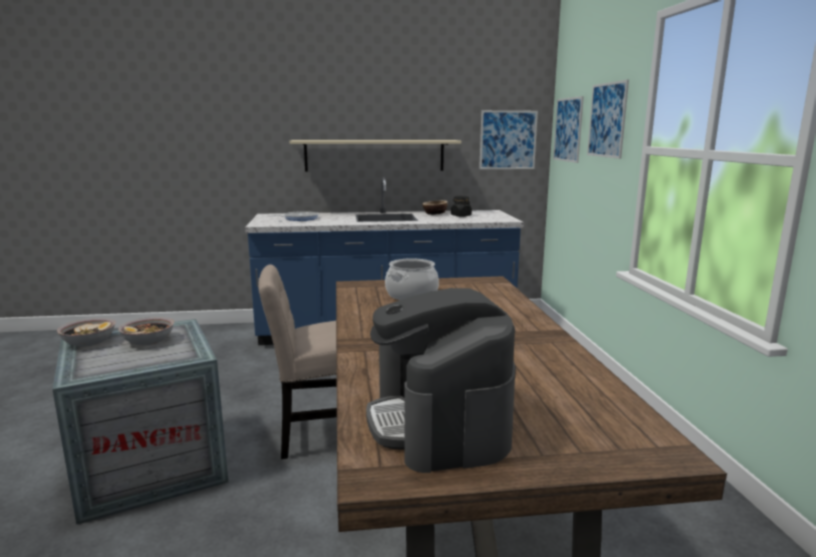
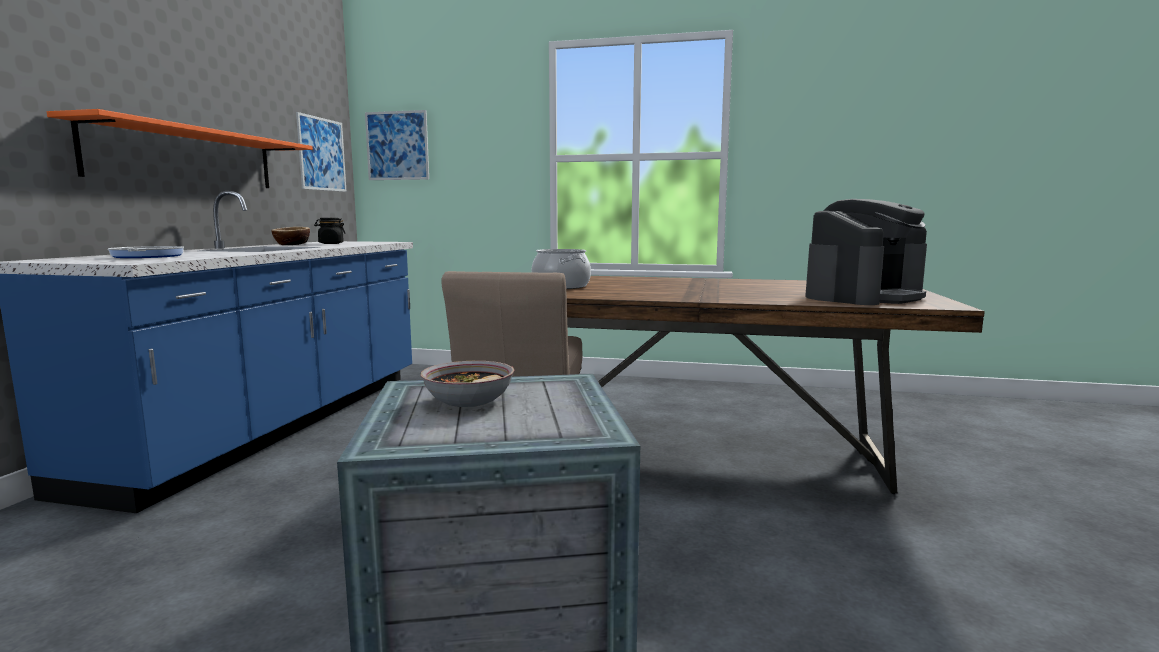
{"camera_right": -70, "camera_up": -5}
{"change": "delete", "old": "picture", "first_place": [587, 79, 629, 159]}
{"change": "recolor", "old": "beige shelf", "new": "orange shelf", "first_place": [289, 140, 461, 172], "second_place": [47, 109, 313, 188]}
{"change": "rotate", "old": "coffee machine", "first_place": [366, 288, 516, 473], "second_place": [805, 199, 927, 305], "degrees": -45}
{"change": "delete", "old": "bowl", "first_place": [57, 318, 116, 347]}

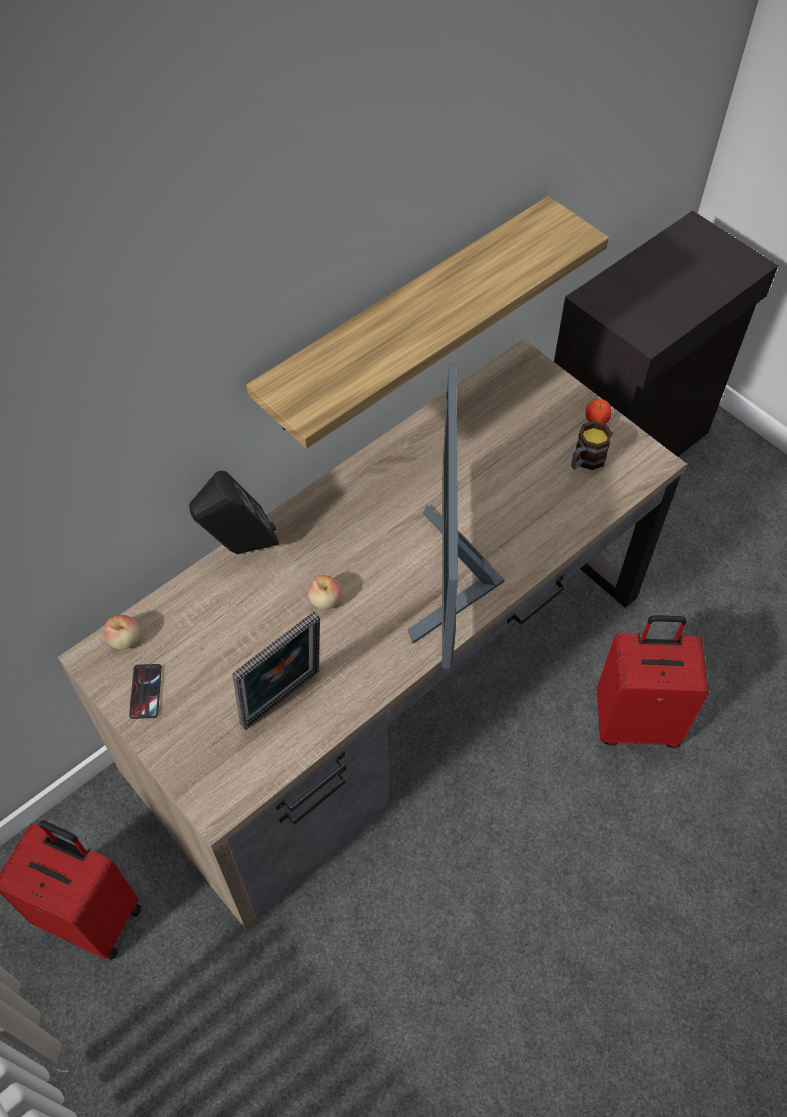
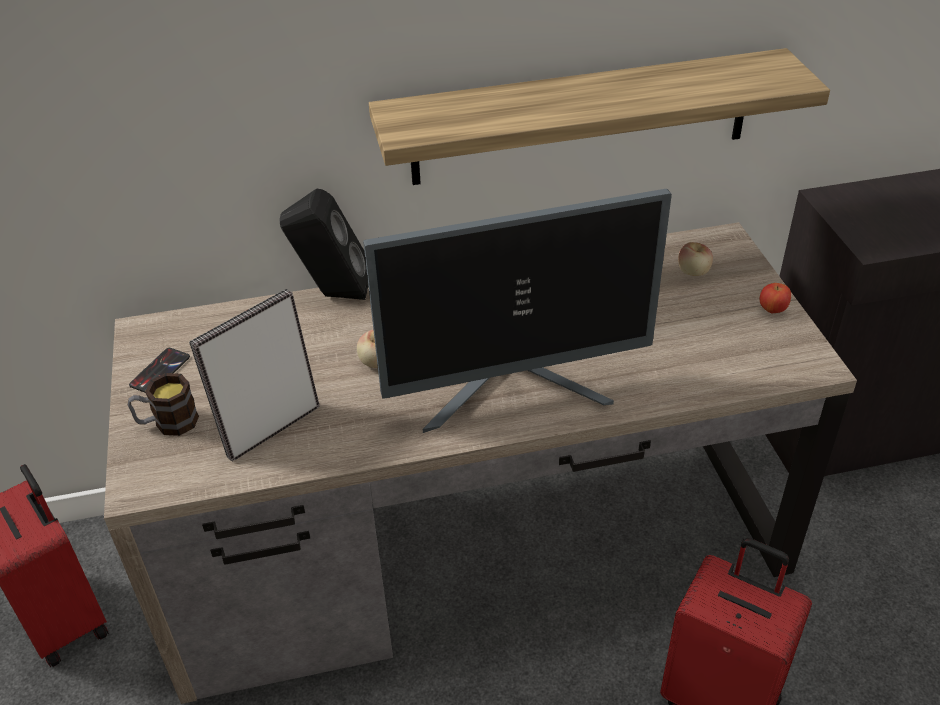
{"camera_right": 30, "camera_up": -15}
{"change": "rotate", "old": "monitor", "first_place": [408, 364, 504, 668], "second_place": [363, 189, 672, 433], "degrees": -135}
{"change": "move", "old": "mug", "first_place": [571, 420, 613, 470], "second_place": [128, 373, 199, 436]}
{"change": "rotate", "old": "picture frame", "first_place": [232, 612, 320, 730], "second_place": [189, 289, 320, 461], "degrees": 150}
{"change": "move", "old": "apple", "first_place": [104, 615, 140, 650], "second_place": [678, 242, 713, 276]}

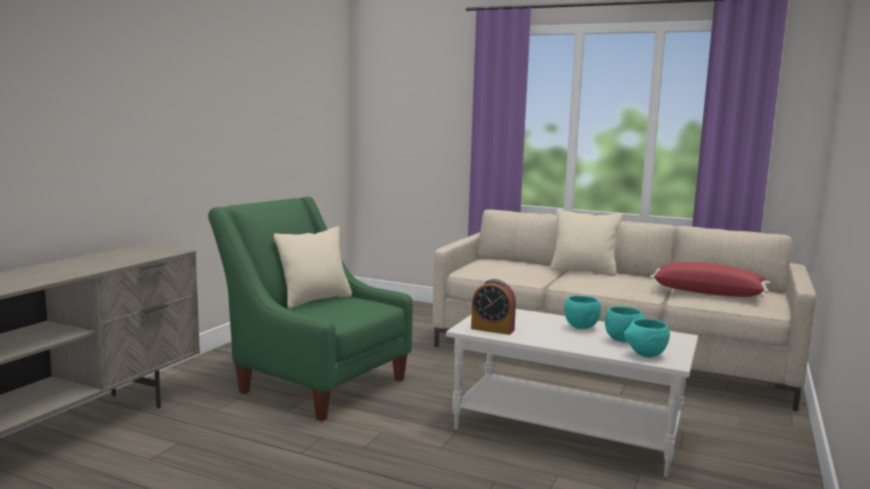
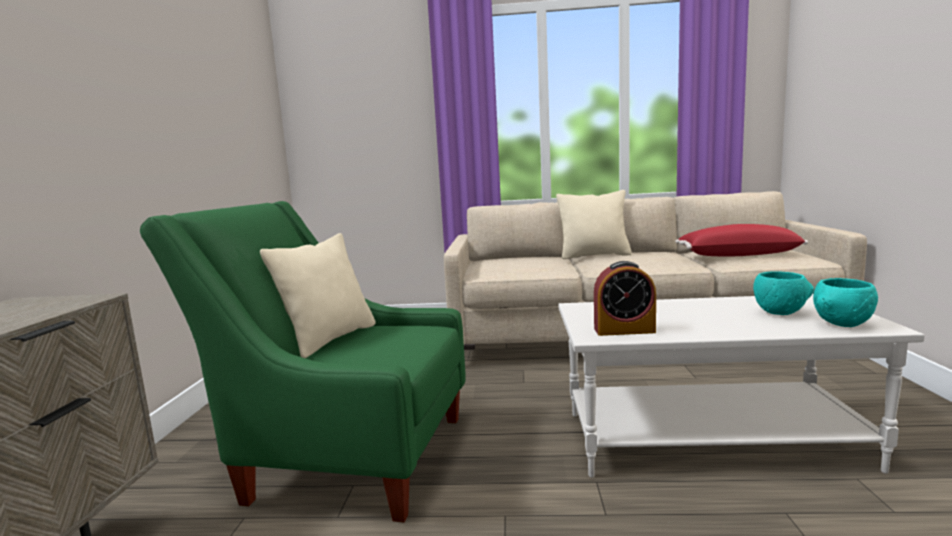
{"camera_right": -20, "camera_up": 0}
{"change": "delete", "old": "turquoise bowl", "first_place": [564, 296, 601, 329]}

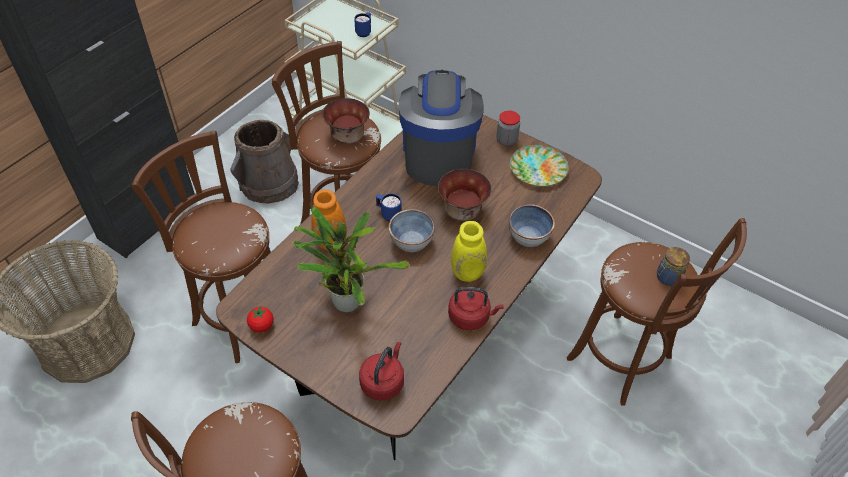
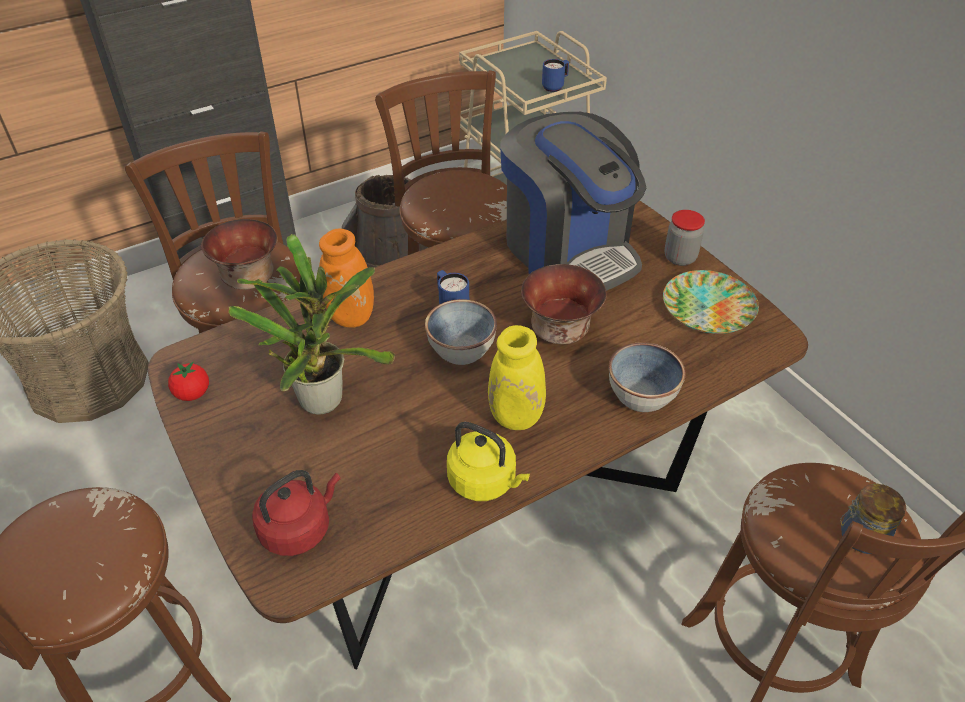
{"camera_right": 25, "camera_up": -5}
{"change": "rotate", "old": "coffee machine", "first_place": [399, 70, 484, 186], "second_place": [500, 112, 646, 291], "degrees": 120}
{"change": "move", "old": "bowl", "first_place": [322, 98, 370, 144], "second_place": [201, 219, 278, 290]}
{"change": "recolor", "old": "red kettle", "new": "yellow kettle", "first_place": [448, 287, 504, 330], "second_place": [447, 422, 530, 501]}

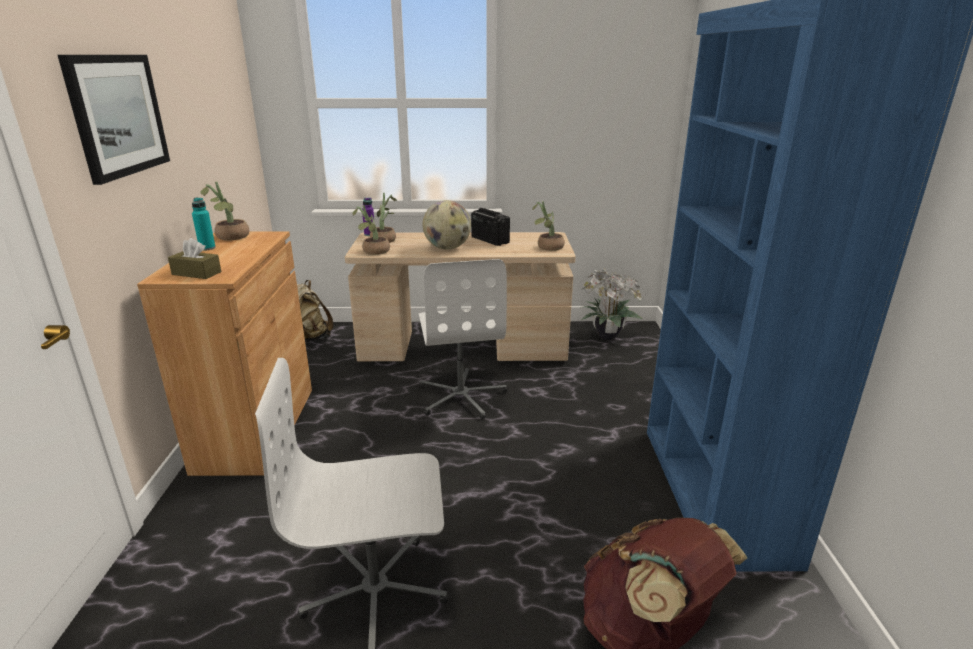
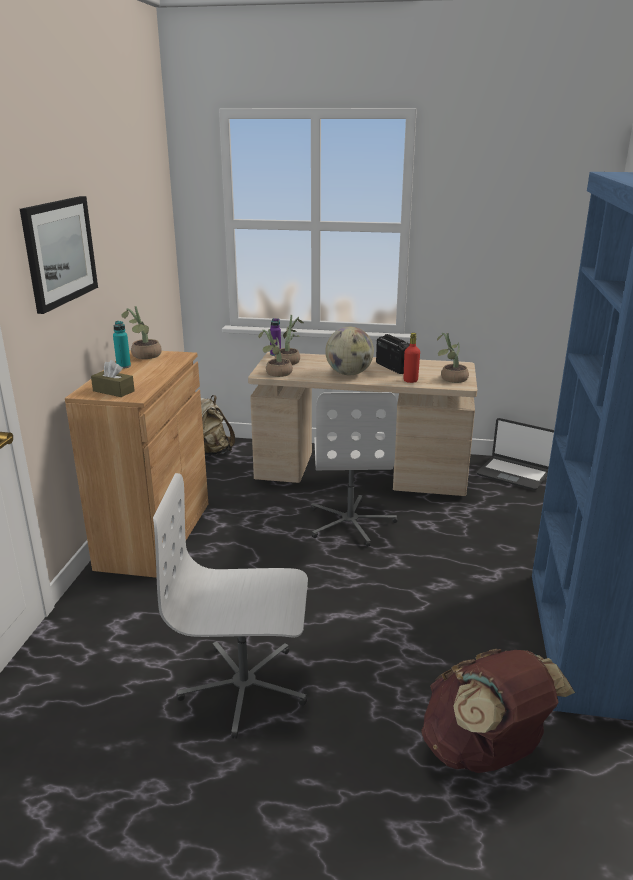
{"camera_right": 10, "camera_up": 0}
{"change": "replace", "old": "potted plant", "new": "laptop", "first_place": [580, 269, 645, 340], "second_place": [477, 418, 554, 490]}
{"change": "insert", "new": "red bottle", "second_place": [403, 333, 420, 383]}

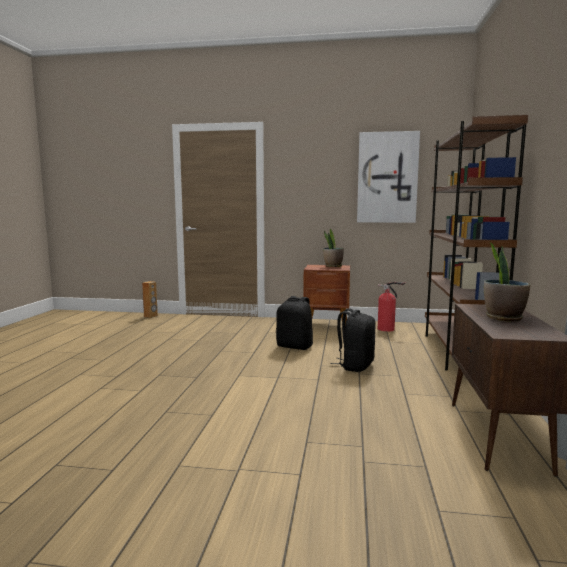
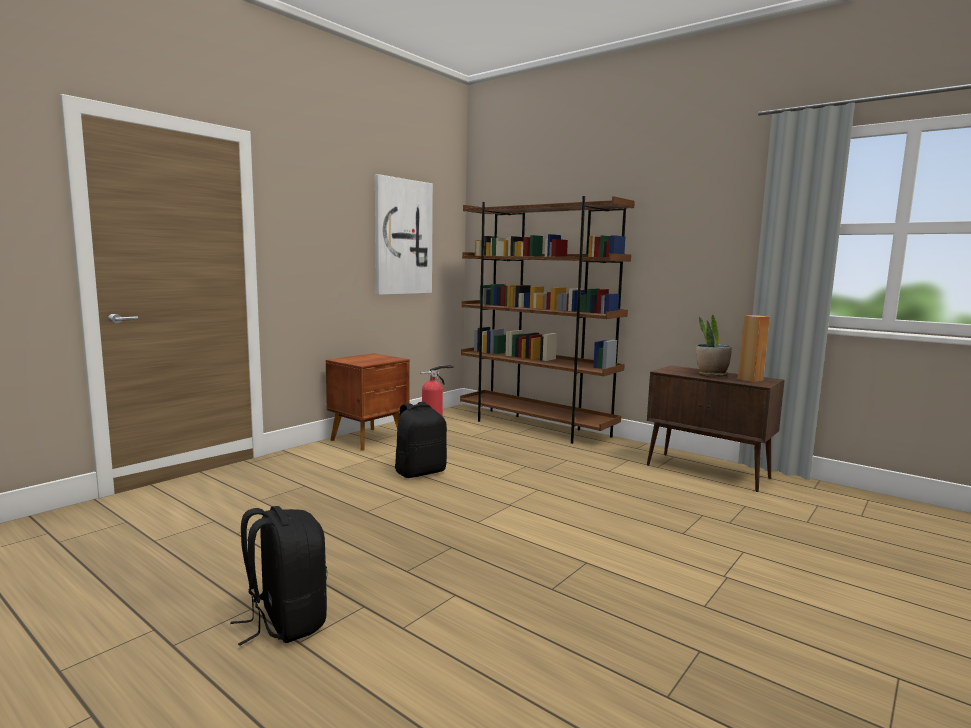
{"camera_right": -60, "camera_up": 0}
{"change": "delete", "old": "potted plant", "first_place": [323, 229, 344, 267]}
{"change": "move", "old": "brown speaker", "first_place": [142, 281, 158, 318], "second_place": [738, 315, 770, 382]}
{"change": "move", "old": "black backpack", "first_place": [330, 308, 376, 372], "second_place": [230, 506, 327, 646]}

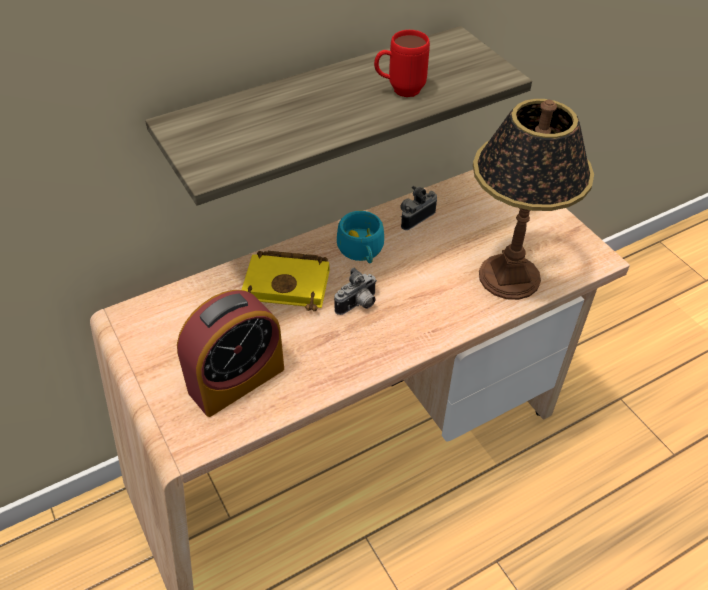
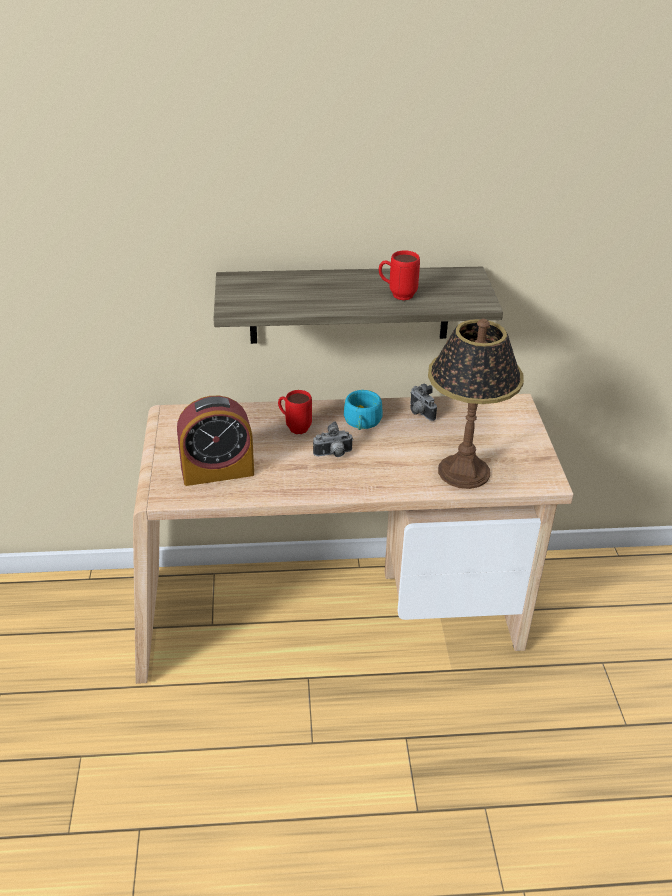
{"camera_right": 25, "camera_up": -10}
{"change": "rotate", "old": "photo camera", "first_place": [400, 186, 437, 230], "second_place": [410, 383, 437, 421], "degrees": -105}
{"change": "replace", "old": "yellow book", "new": "red mug", "first_place": [242, 251, 330, 311], "second_place": [278, 390, 312, 434]}

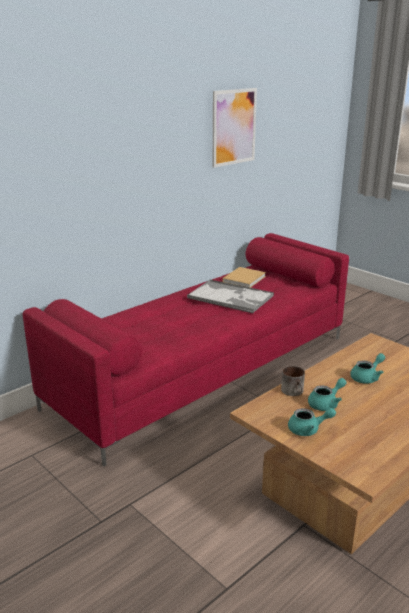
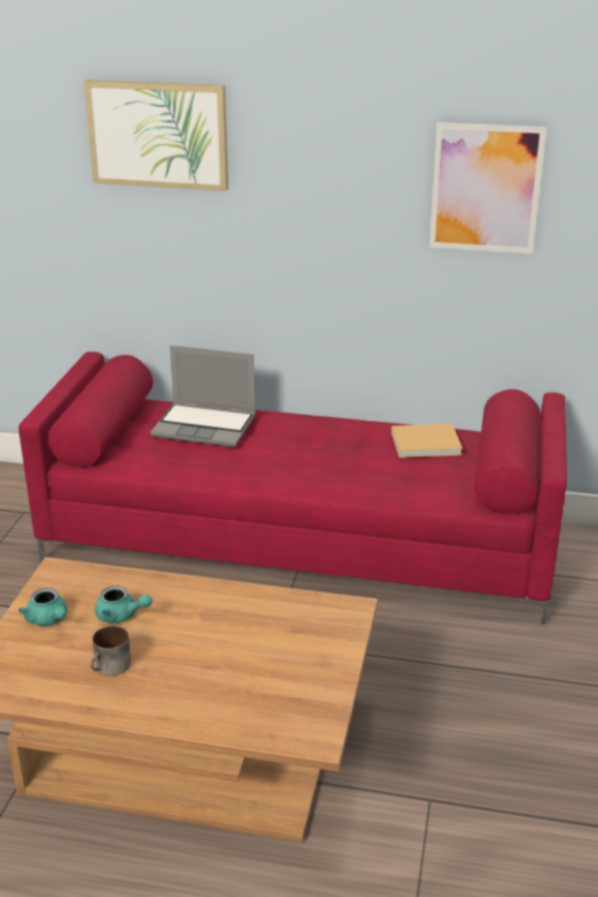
{"camera_right": 55, "camera_up": 5}
{"change": "delete", "old": "tray", "first_place": [187, 279, 274, 313]}
{"change": "delete", "old": "turquoise teapot", "first_place": [350, 353, 385, 384]}
{"change": "move", "old": "mug", "first_place": [281, 366, 305, 396], "second_place": [90, 626, 131, 676]}
{"change": "insert", "new": "picture", "second_place": [84, 80, 228, 191]}
{"change": "insert", "new": "laptop", "second_place": [151, 345, 256, 447]}

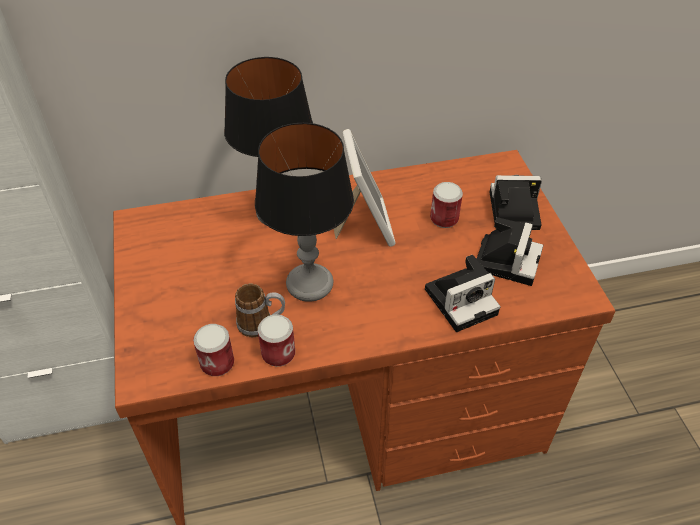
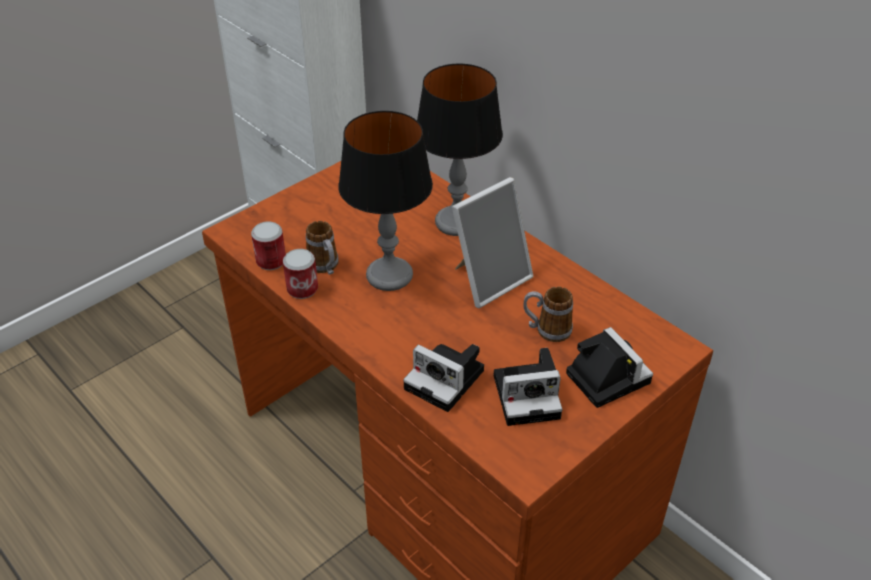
{"camera_right": 60, "camera_up": -5}
{"change": "replace", "old": "can", "new": "mug", "first_place": [430, 182, 463, 228], "second_place": [524, 286, 573, 342]}

